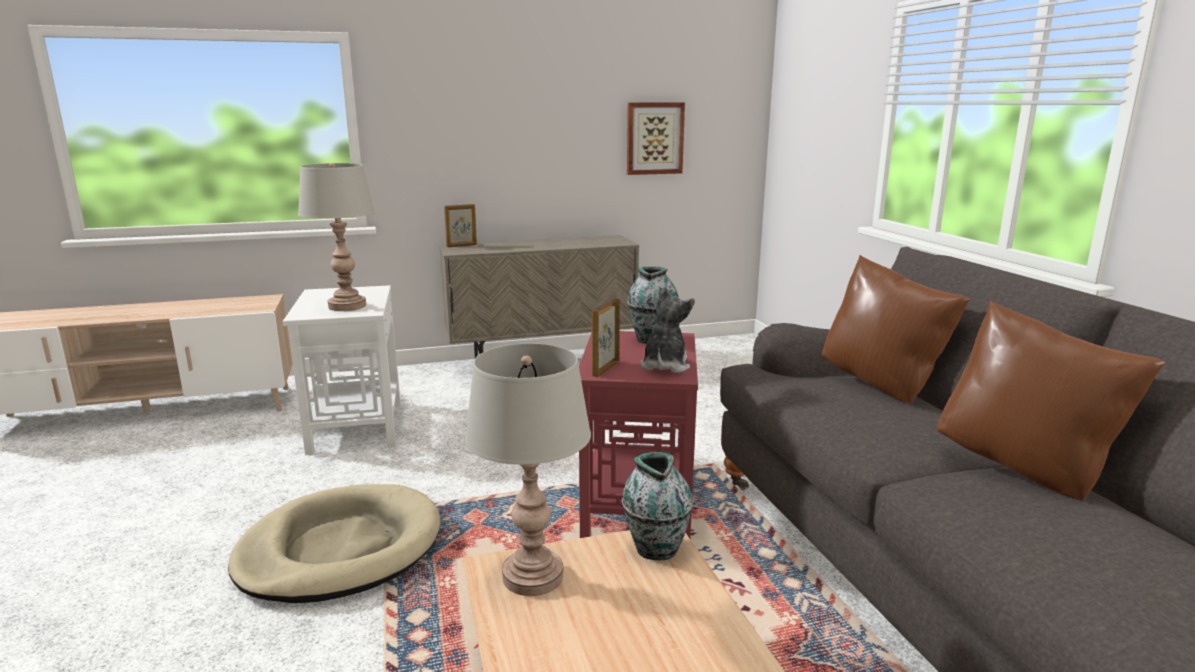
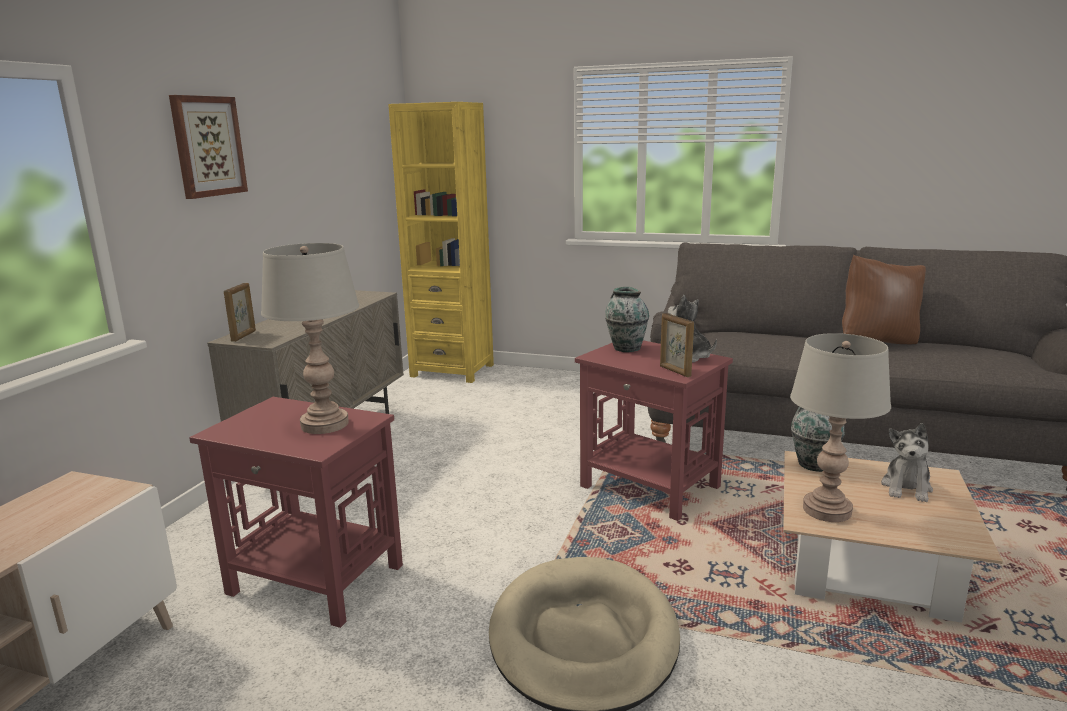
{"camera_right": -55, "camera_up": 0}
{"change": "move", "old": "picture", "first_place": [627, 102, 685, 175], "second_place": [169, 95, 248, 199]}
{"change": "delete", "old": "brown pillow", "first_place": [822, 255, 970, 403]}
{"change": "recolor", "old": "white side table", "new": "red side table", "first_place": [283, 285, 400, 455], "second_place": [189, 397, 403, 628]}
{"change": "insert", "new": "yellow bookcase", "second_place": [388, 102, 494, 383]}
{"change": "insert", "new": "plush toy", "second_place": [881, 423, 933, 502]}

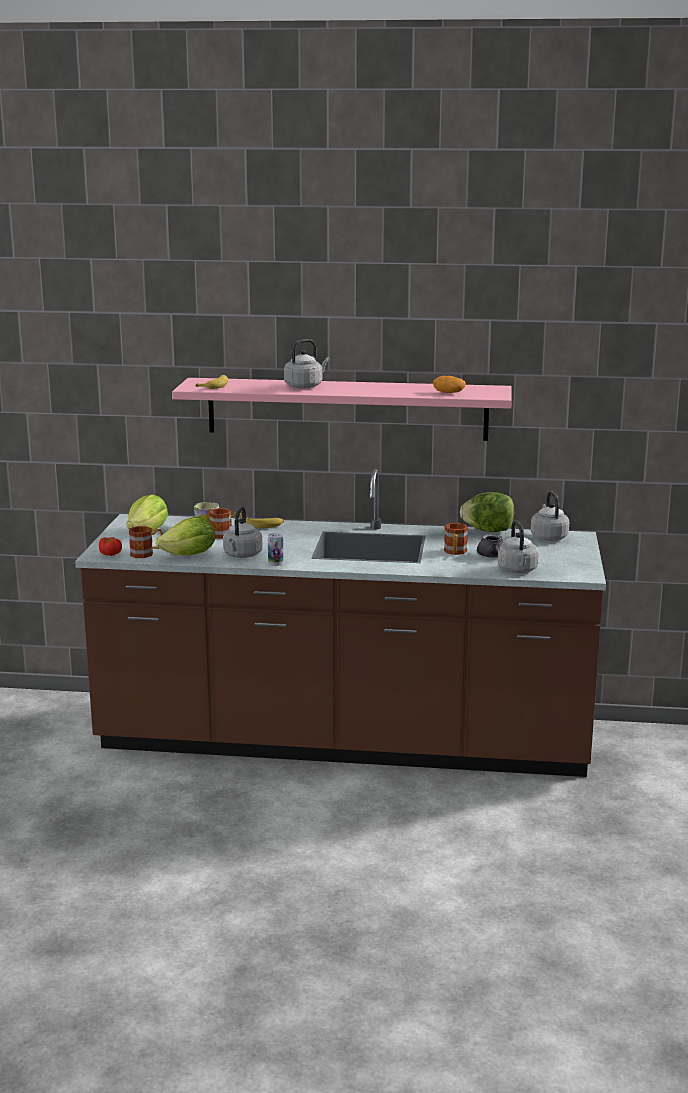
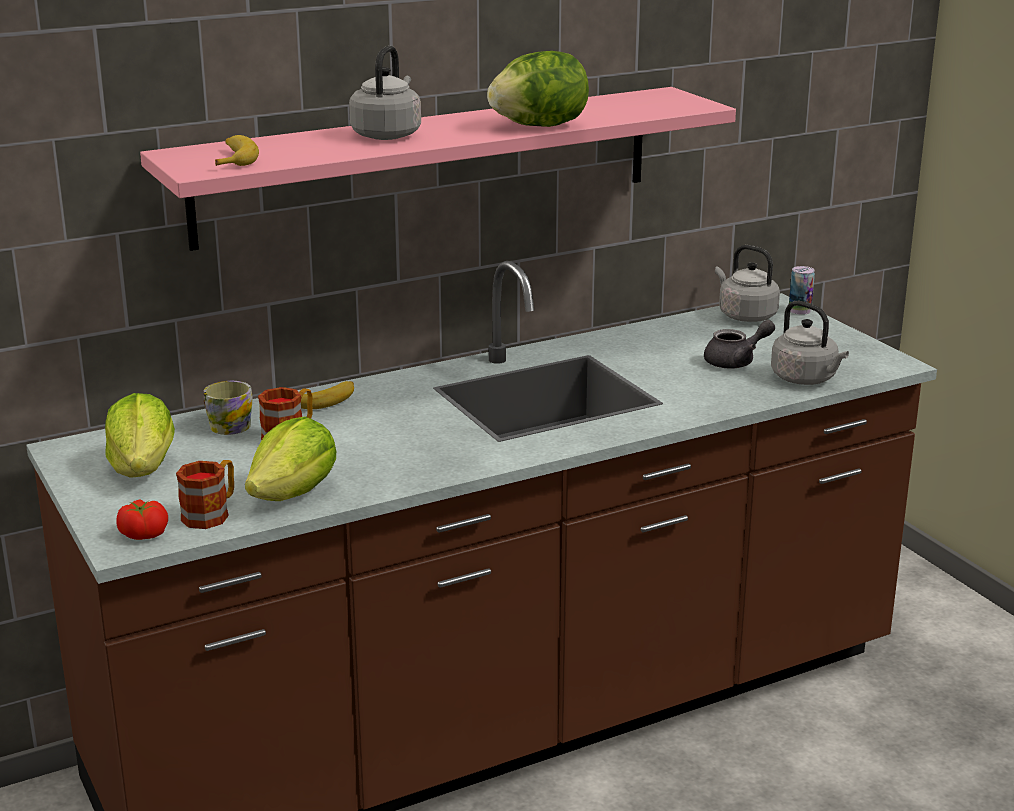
{"camera_right": -35, "camera_up": 5}
{"change": "delete", "old": "potato", "first_place": [433, 376, 466, 393]}
{"change": "move", "old": "lettuce", "first_place": [460, 492, 514, 532], "second_place": [487, 51, 589, 127]}
{"change": "delete", "old": "grey kettle", "first_place": [223, 507, 263, 558]}
{"change": "delete", "old": "mug", "first_place": [444, 523, 468, 555]}
{"change": "move", "old": "can", "first_place": [268, 533, 284, 566], "second_place": [789, 266, 815, 315]}

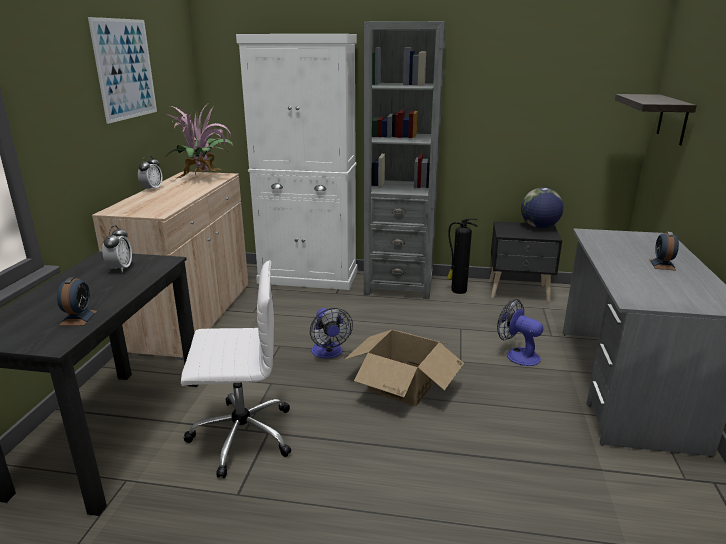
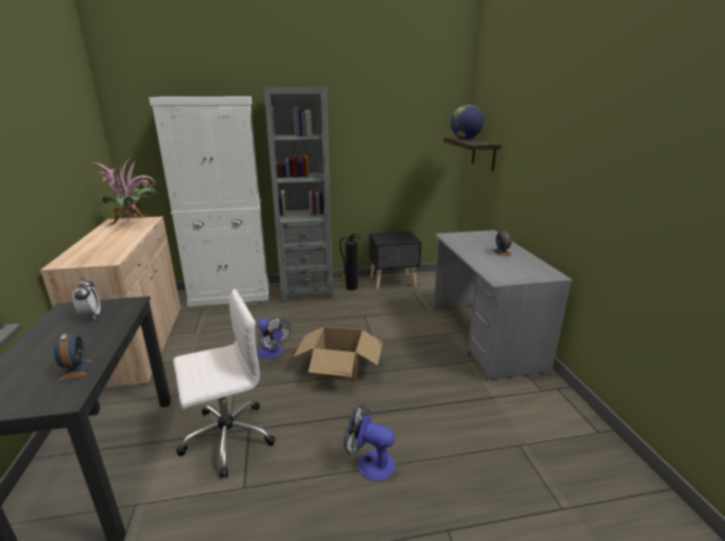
{"camera_right": -20, "camera_up": 0}
{"change": "delete", "old": "picture", "first_place": [88, 17, 157, 124]}
{"change": "delete", "old": "alarm clock", "first_place": [138, 155, 162, 192]}
{"change": "move", "old": "globe", "first_place": [521, 187, 564, 228], "second_place": [451, 105, 484, 139]}
{"change": "move", "old": "fan", "first_place": [497, 299, 543, 366], "second_place": [344, 403, 396, 481]}

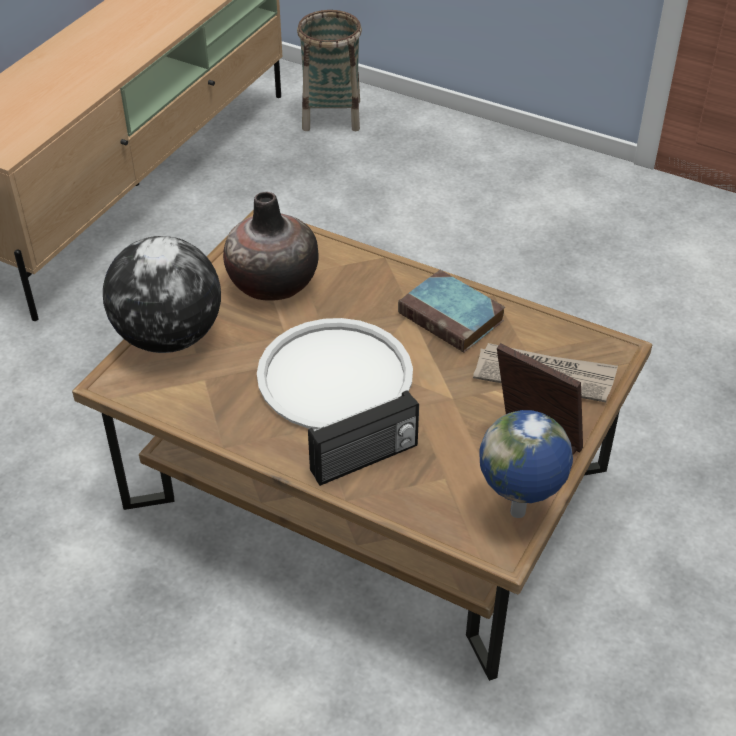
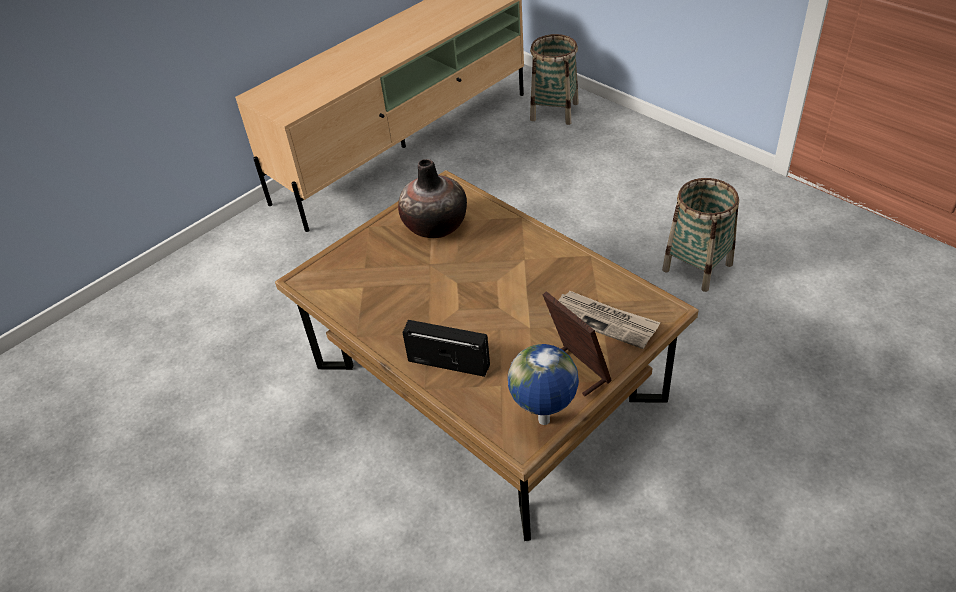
{"camera_right": 20, "camera_up": 0}
{"change": "delete", "old": "globe", "first_place": [103, 236, 221, 353]}
{"change": "delete", "old": "book", "first_place": [398, 270, 505, 353]}
{"change": "delete", "old": "white tray", "first_place": [257, 318, 413, 430]}
{"change": "rotate", "old": "radio", "first_place": [308, 390, 419, 486], "second_place": [403, 320, 490, 377], "degrees": -150}
{"change": "insert", "new": "basket", "second_place": [662, 178, 739, 292]}

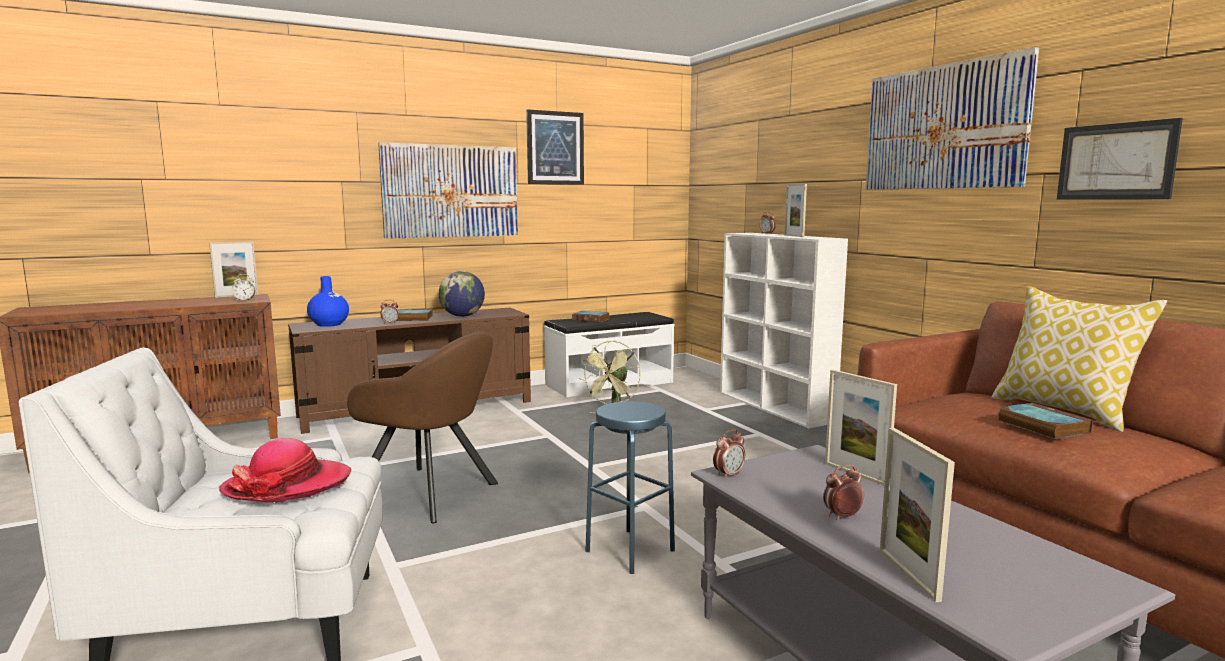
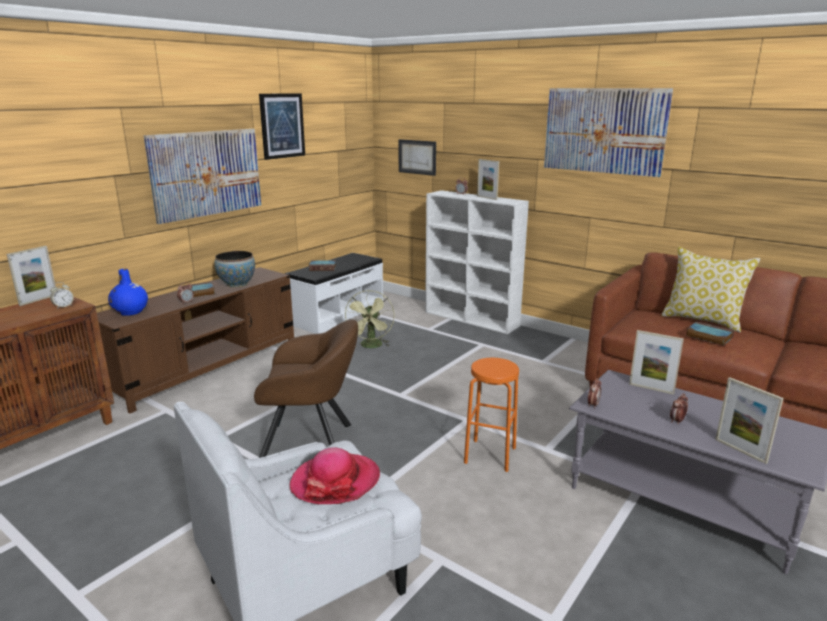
{"camera_right": -25, "camera_up": 10}
{"change": "move", "old": "picture", "first_place": [1057, 118, 1183, 200], "second_place": [398, 139, 436, 176]}
{"change": "replace", "old": "globe", "new": "bowl", "first_place": [439, 271, 485, 317], "second_place": [214, 251, 255, 287]}
{"change": "recolor", "old": "blue stool", "new": "orange stool", "first_place": [585, 401, 675, 574], "second_place": [464, 358, 519, 472]}

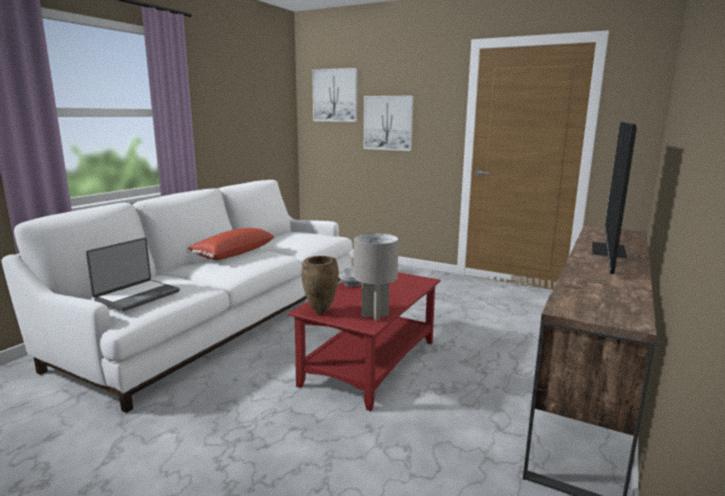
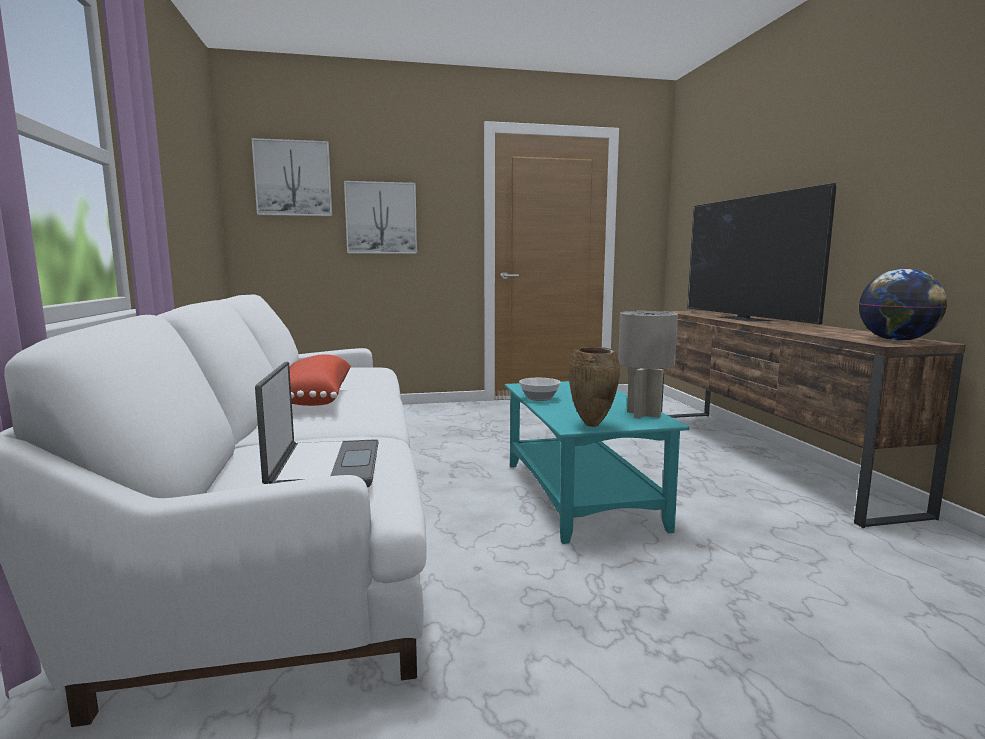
{"camera_right": -40, "camera_up": -5}
{"change": "recolor", "old": "red coffee table", "new": "turquoise coffee table", "first_place": [288, 272, 440, 411], "second_place": [505, 381, 690, 544]}
{"change": "insert", "new": "globe", "second_place": [859, 269, 947, 341]}

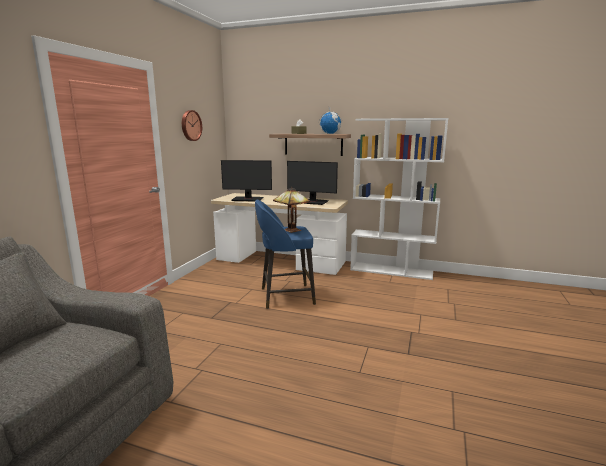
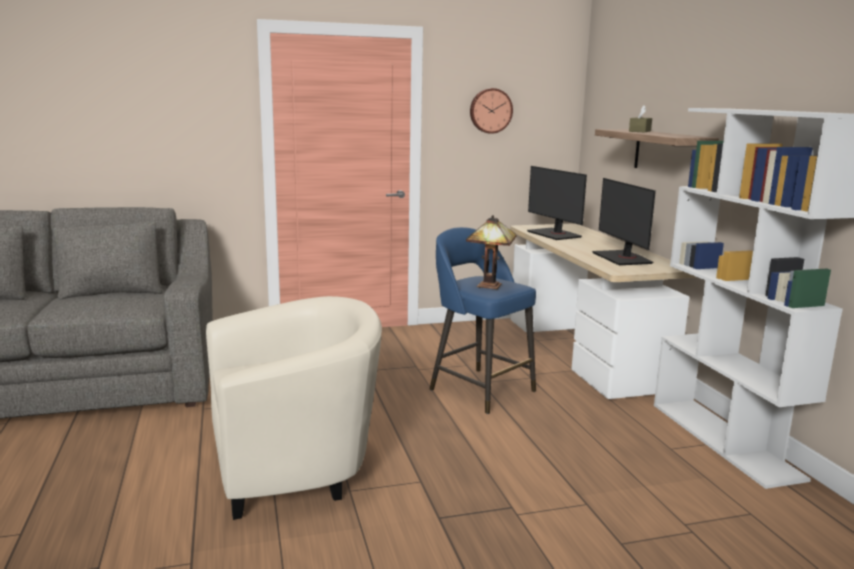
{"camera_right": 55, "camera_up": 0}
{"change": "delete", "old": "globe", "first_place": [319, 106, 342, 134]}
{"change": "insert", "new": "beige armchair", "second_place": [206, 296, 382, 520]}

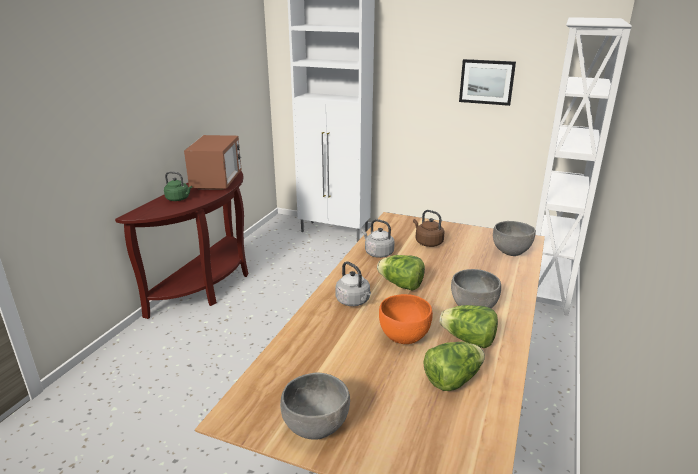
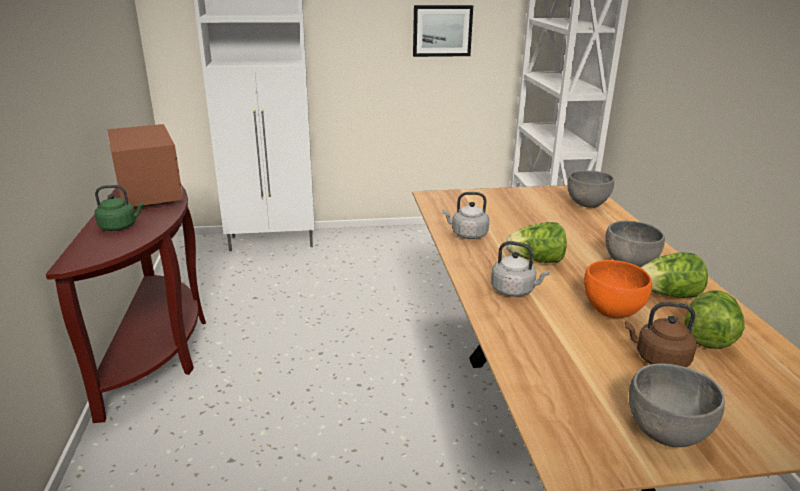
{"camera_right": -30, "camera_up": 0}
{"change": "move", "old": "brown kettle", "first_place": [413, 210, 445, 247], "second_place": [625, 302, 697, 367]}

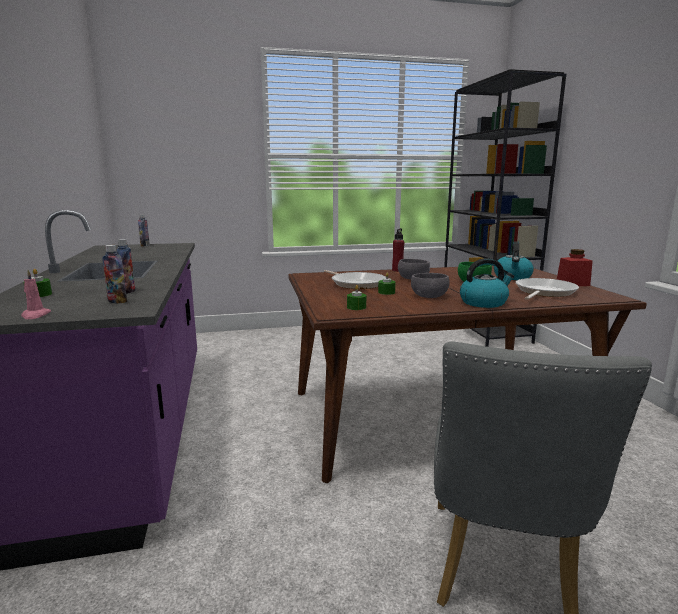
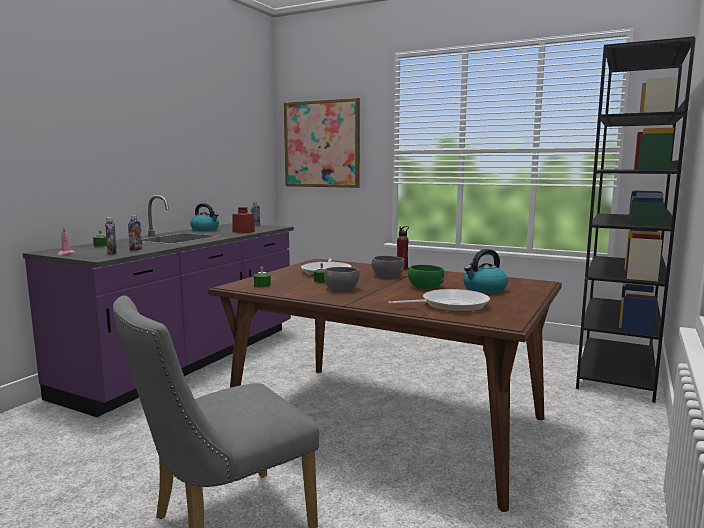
{"camera_right": 40, "camera_up": -5}
{"change": "move", "old": "red jar", "first_place": [557, 249, 593, 286], "second_place": [232, 207, 255, 233]}
{"change": "move", "old": "kettle", "first_place": [460, 258, 514, 308], "second_place": [190, 203, 219, 231]}
{"change": "insert", "new": "picture", "second_place": [284, 98, 360, 188]}

